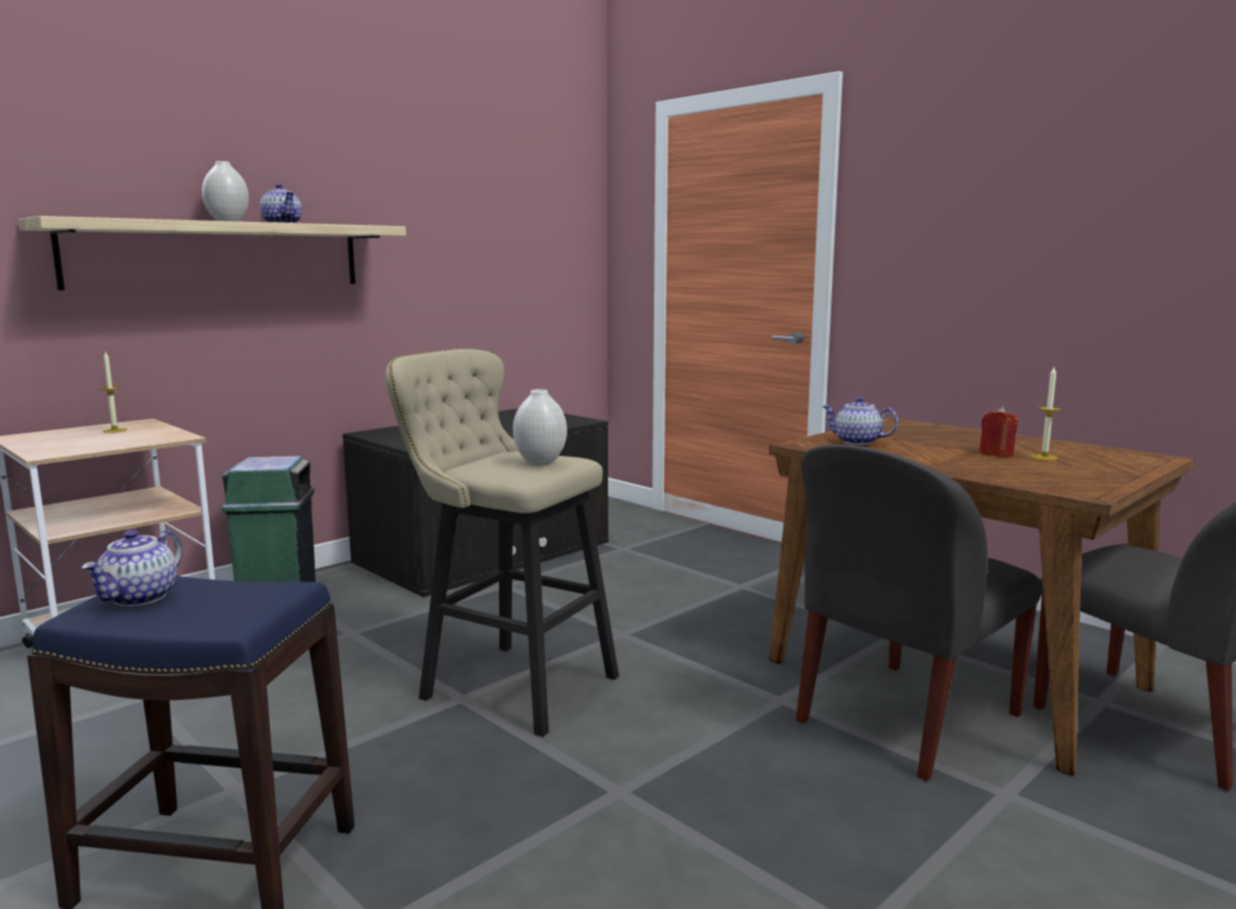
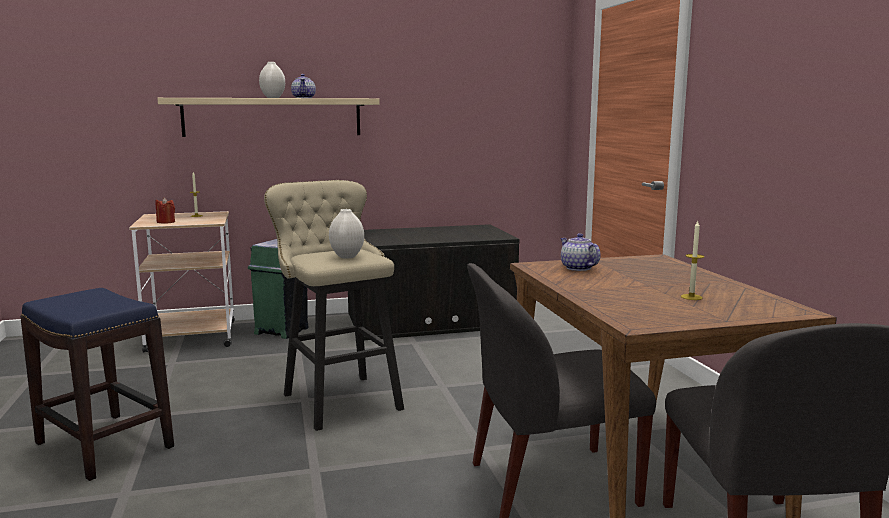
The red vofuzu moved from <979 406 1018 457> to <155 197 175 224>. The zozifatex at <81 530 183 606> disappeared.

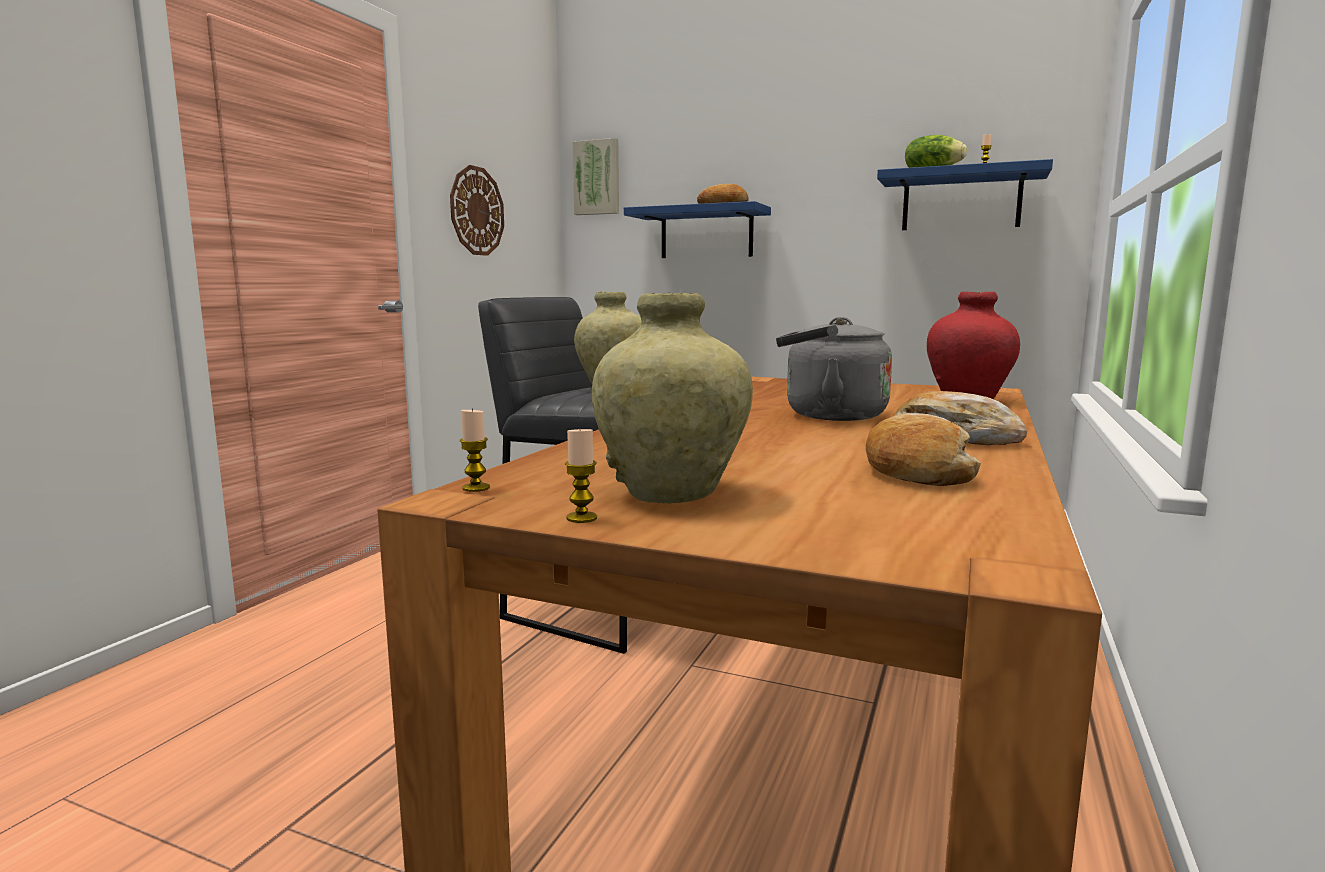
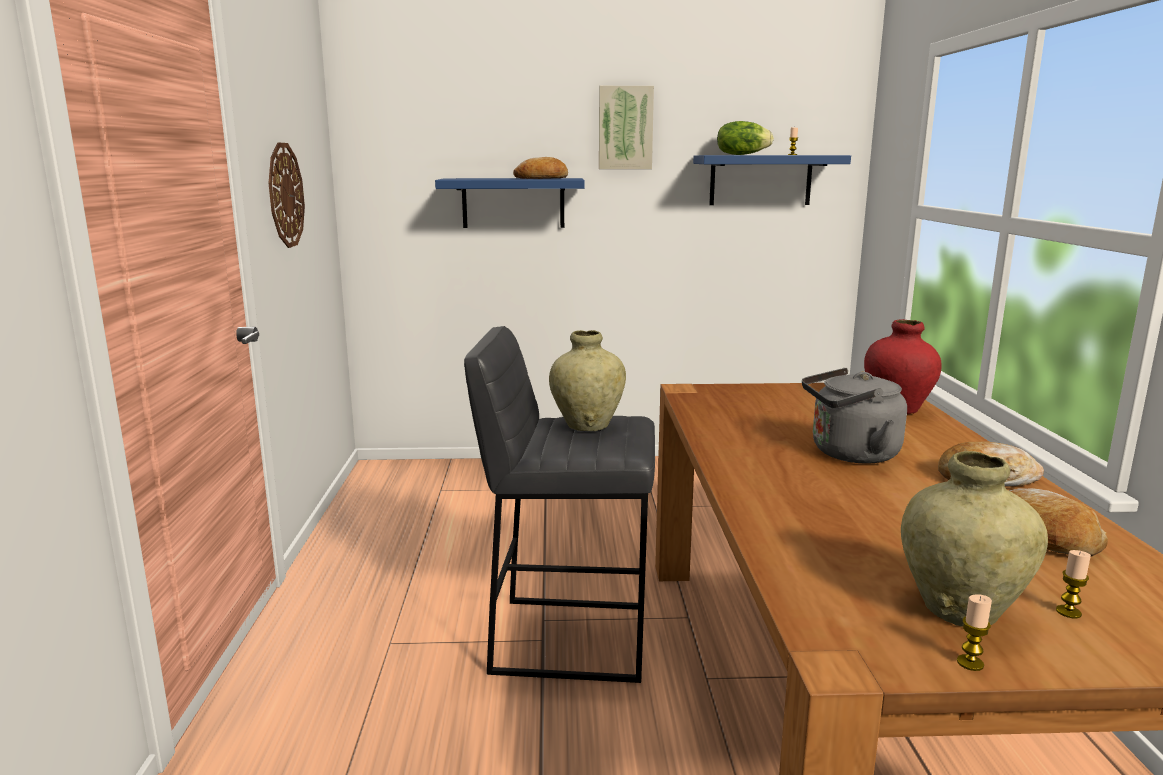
The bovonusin moved from <573 138 619 215> to <599 86 654 169>. The vofuzu moved from <460 408 490 492> to <1056 550 1091 619>.

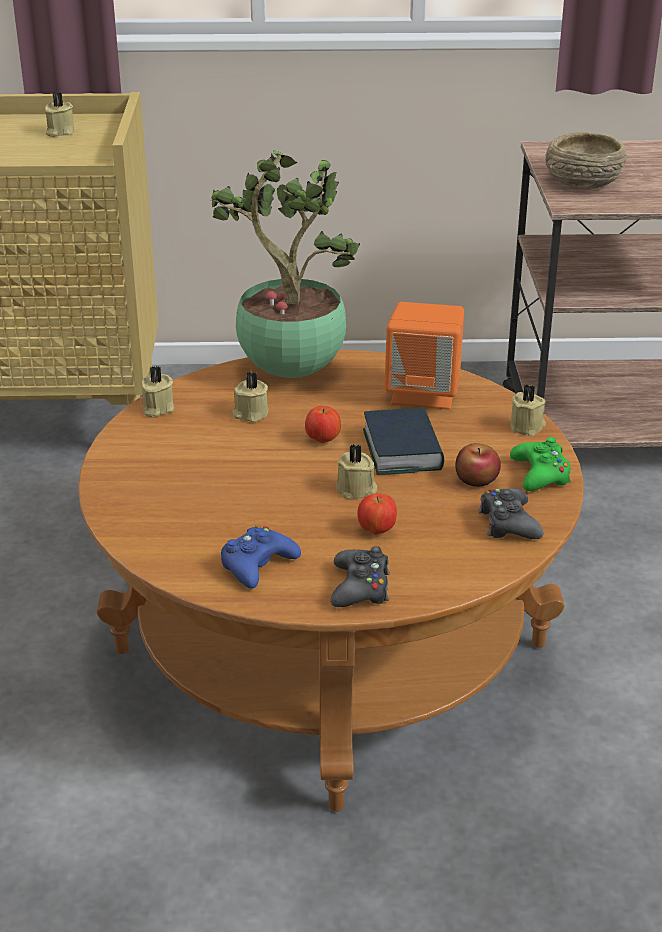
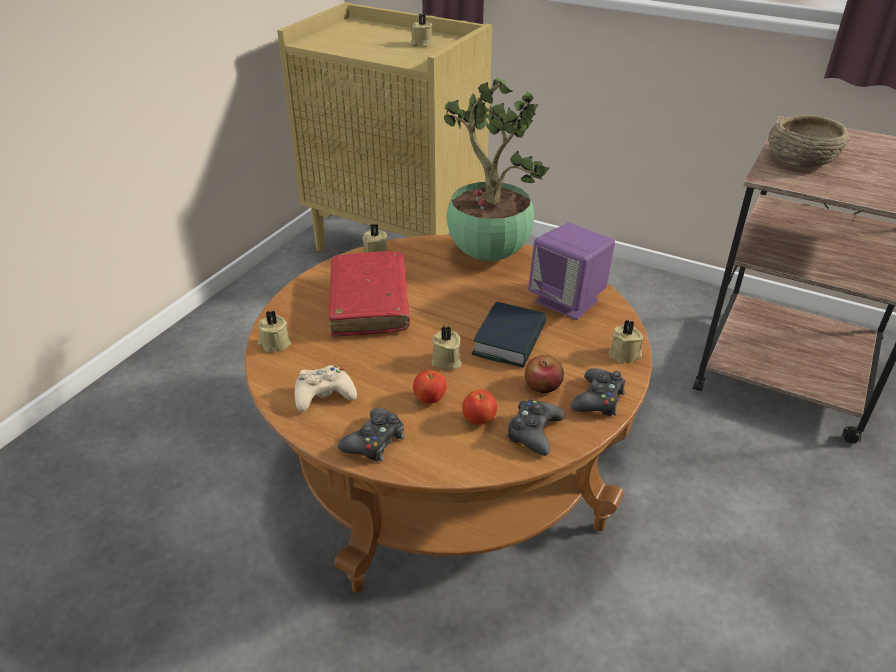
The beige vofuzu moved from <232 372 269 422> to <258 310 291 353>. The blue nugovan at <221 526 301 589> became the beige nugovan at <294 365 357 412>. The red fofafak at <329 251 410 337> appeared. The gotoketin moved from <305 406 341 443> to <462 389 497 425>. The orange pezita at <385 302 464 409> became the purple pezita at <528 223 615 320>. The green nugovan at <510 437 571 491> became the black nugovan at <571 368 625 416>.

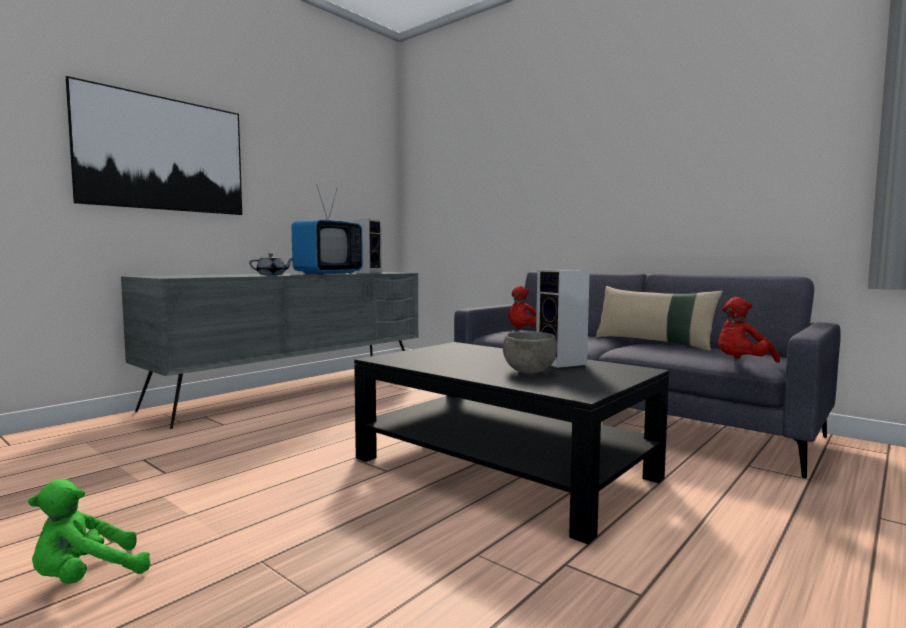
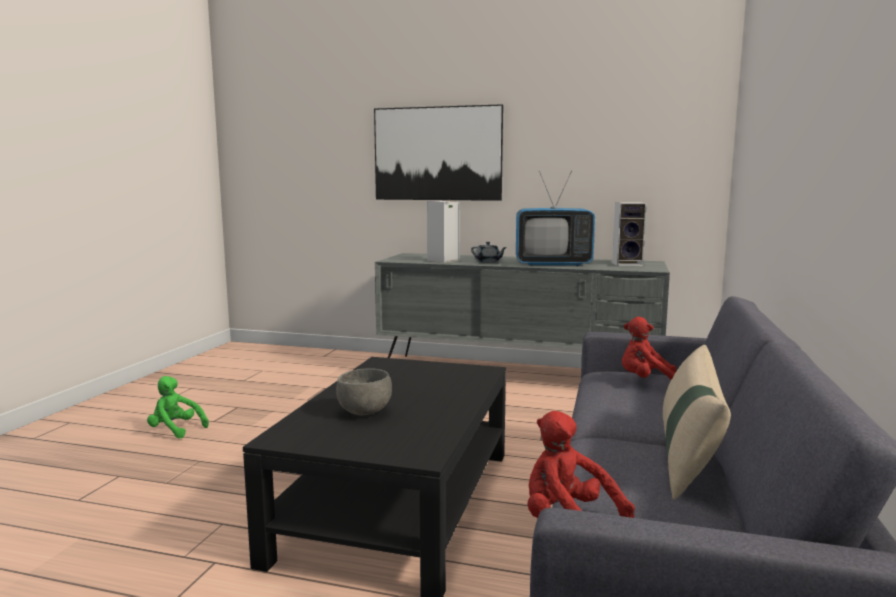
The pezita moved from <536 270 590 368> to <427 201 460 263>.

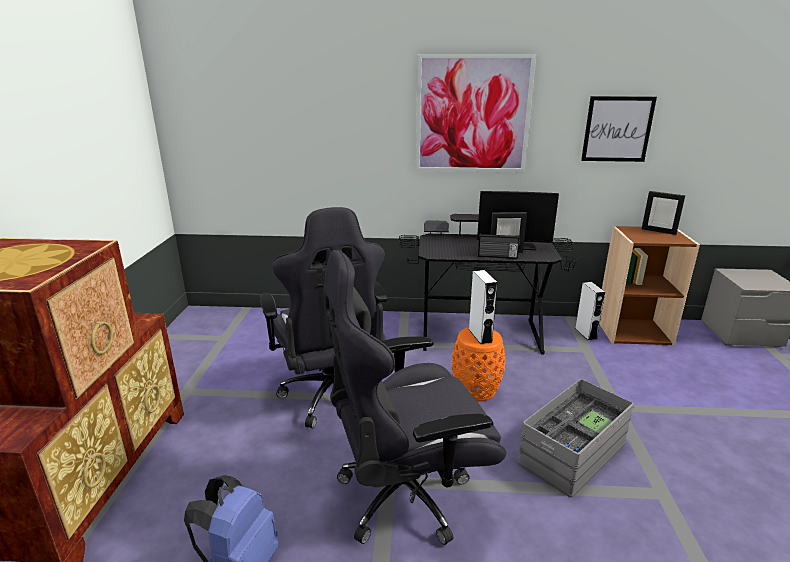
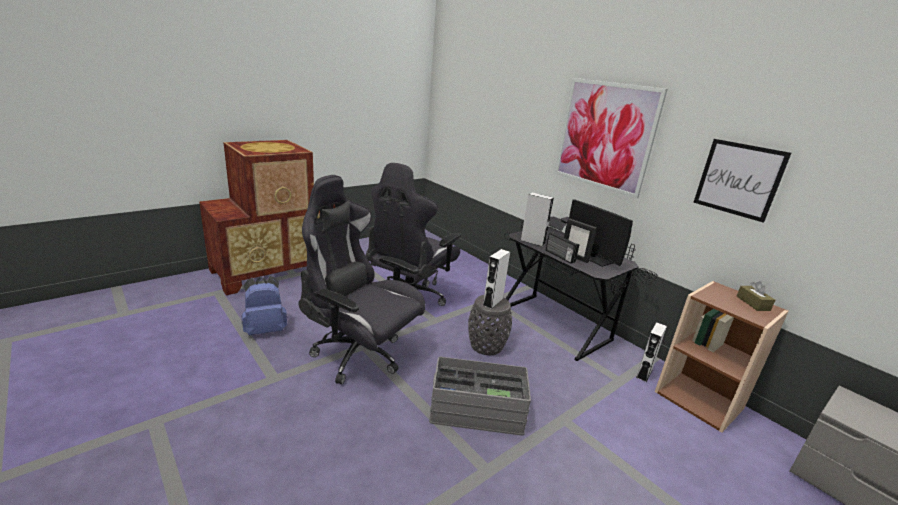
The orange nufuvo at <452 327 505 402> became the grey nufuvo at <468 295 512 355>. The grey pezita at <520 193 554 247> appeared. The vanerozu at <642 191 685 235> was replaced by the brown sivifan at <737 281 775 311>.

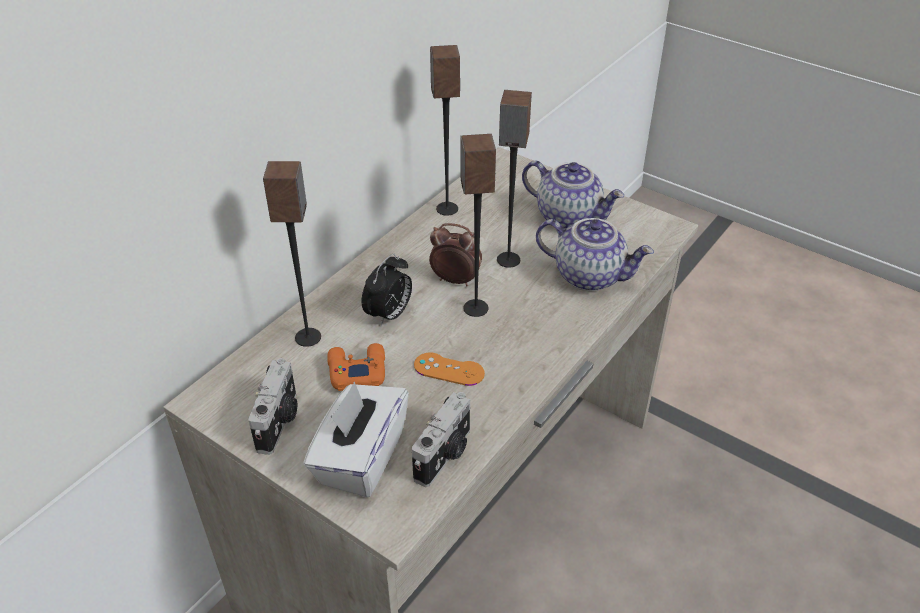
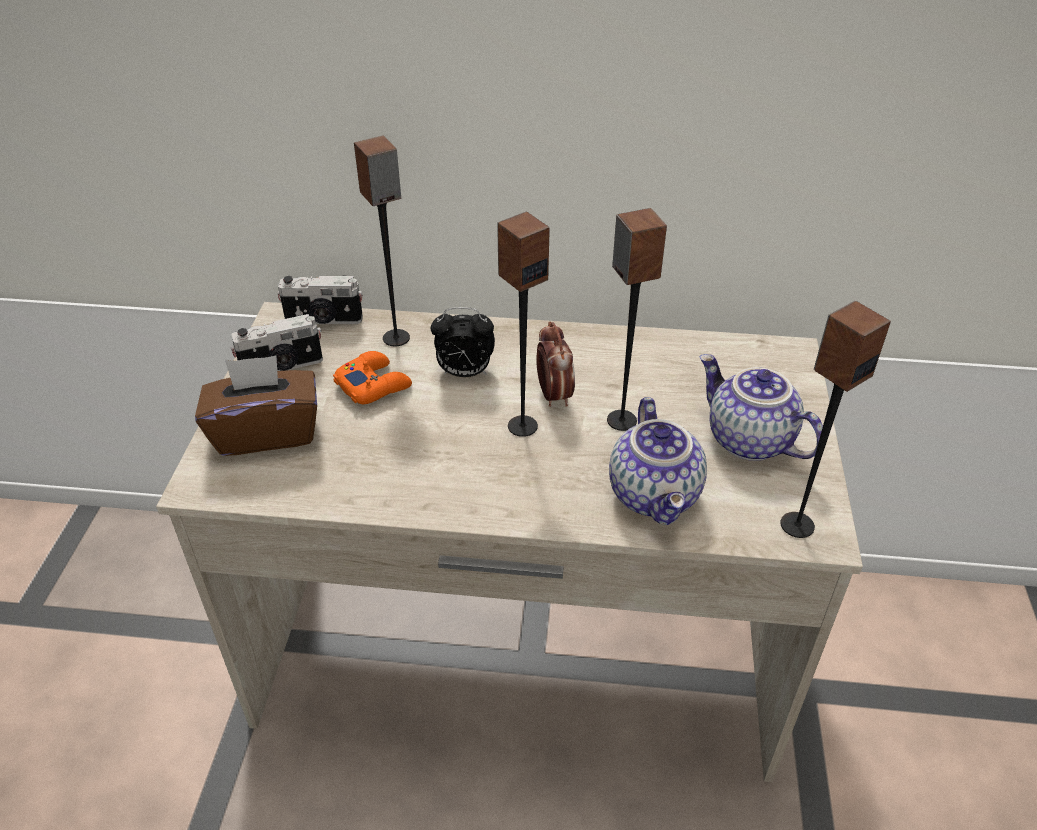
The white sivifan at <304 382 409 497> became the brown sivifan at <195 355 317 456>. The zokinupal moved from <412 392 470 487> to <277 275 363 324>. The zozifatex at <522 161 624 229> turned 135 degrees clockwise. The pezita moved from <430 45 460 216> to <780 301 891 538>. The orange nugovan at <414 352 485 386> disappeared.

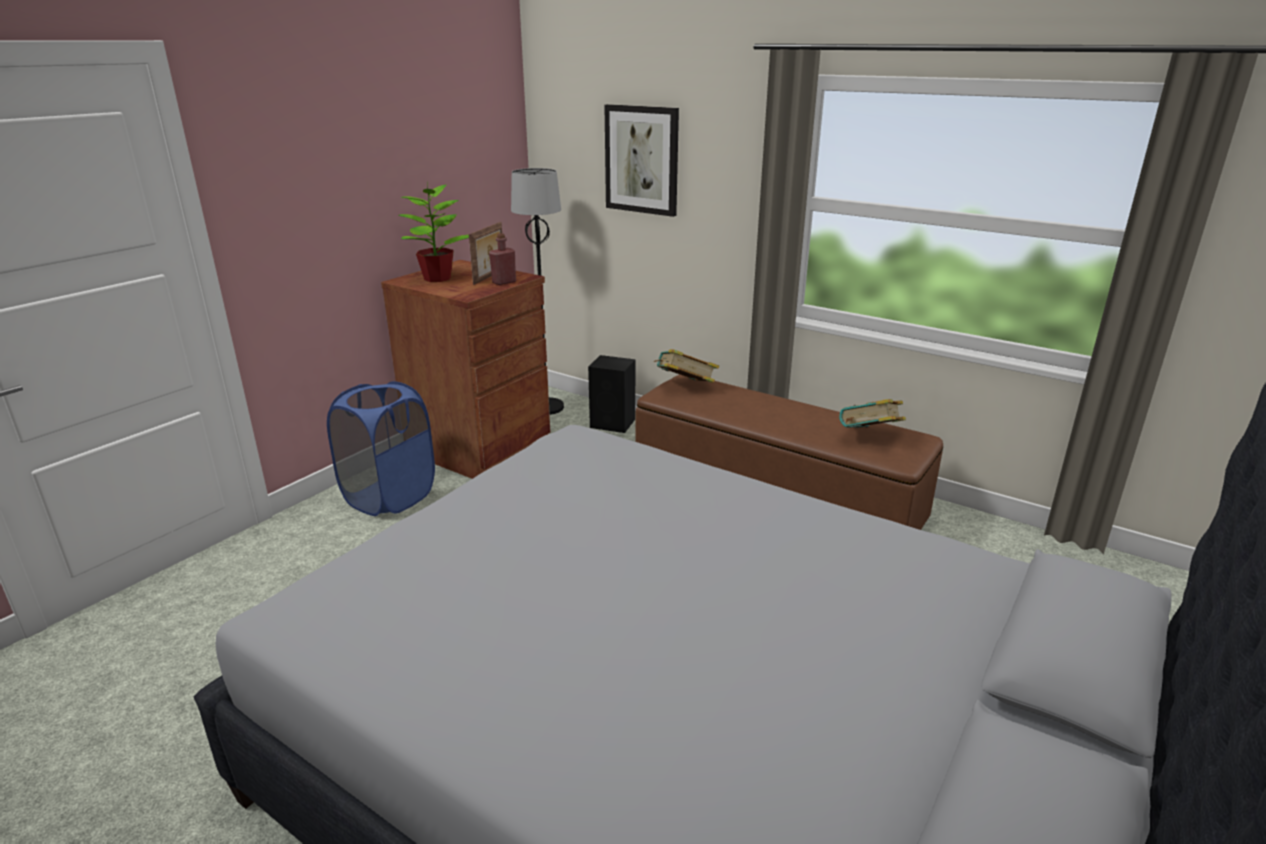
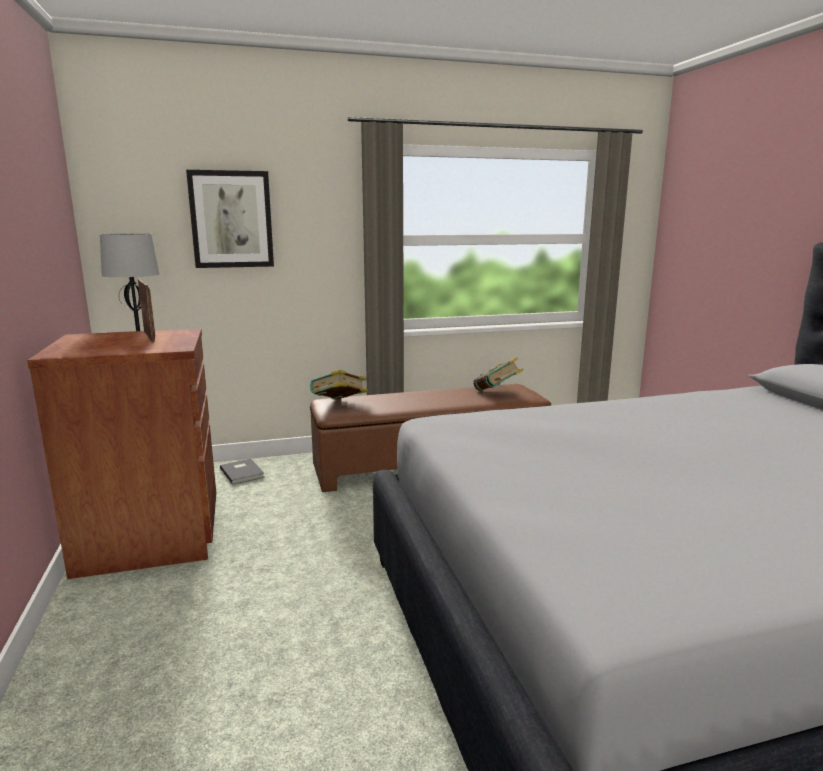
The black pezita at <588 355 635 433> was replaced by the grey fofafak at <220 459 265 485>. The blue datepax at <327 381 435 516> disappeared. The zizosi at <398 180 469 282> disappeared. The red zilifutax at <489 233 516 285> disappeared.

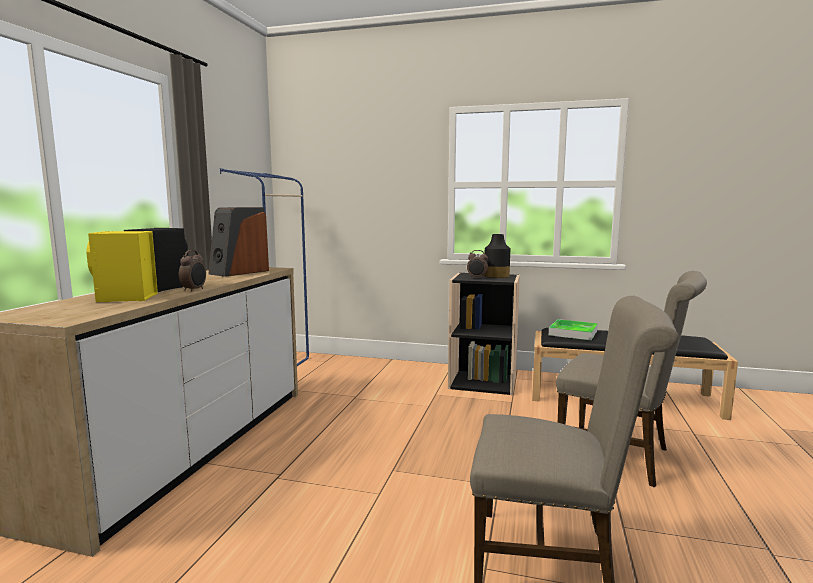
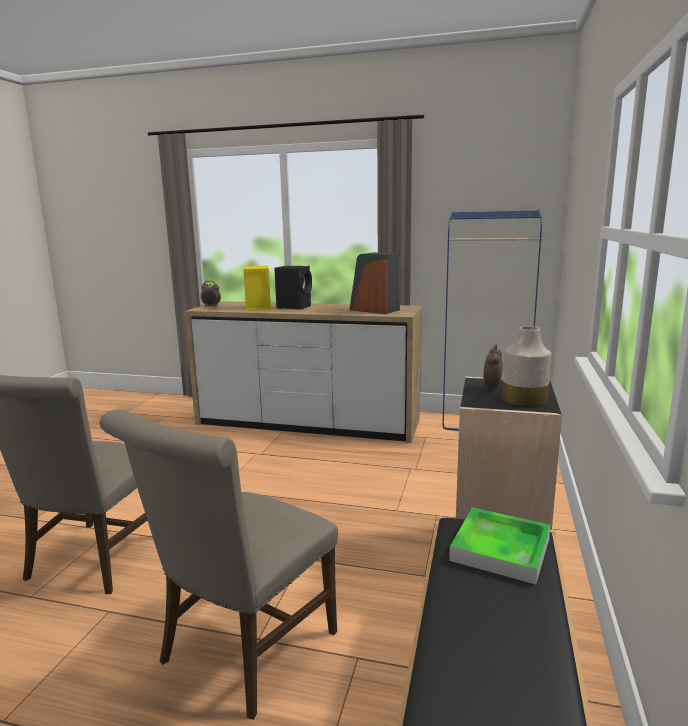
The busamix moved from <179 250 206 292> to <201 281 221 308>. The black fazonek at <484 234 510 278> became the beige fazonek at <502 326 552 407>.

